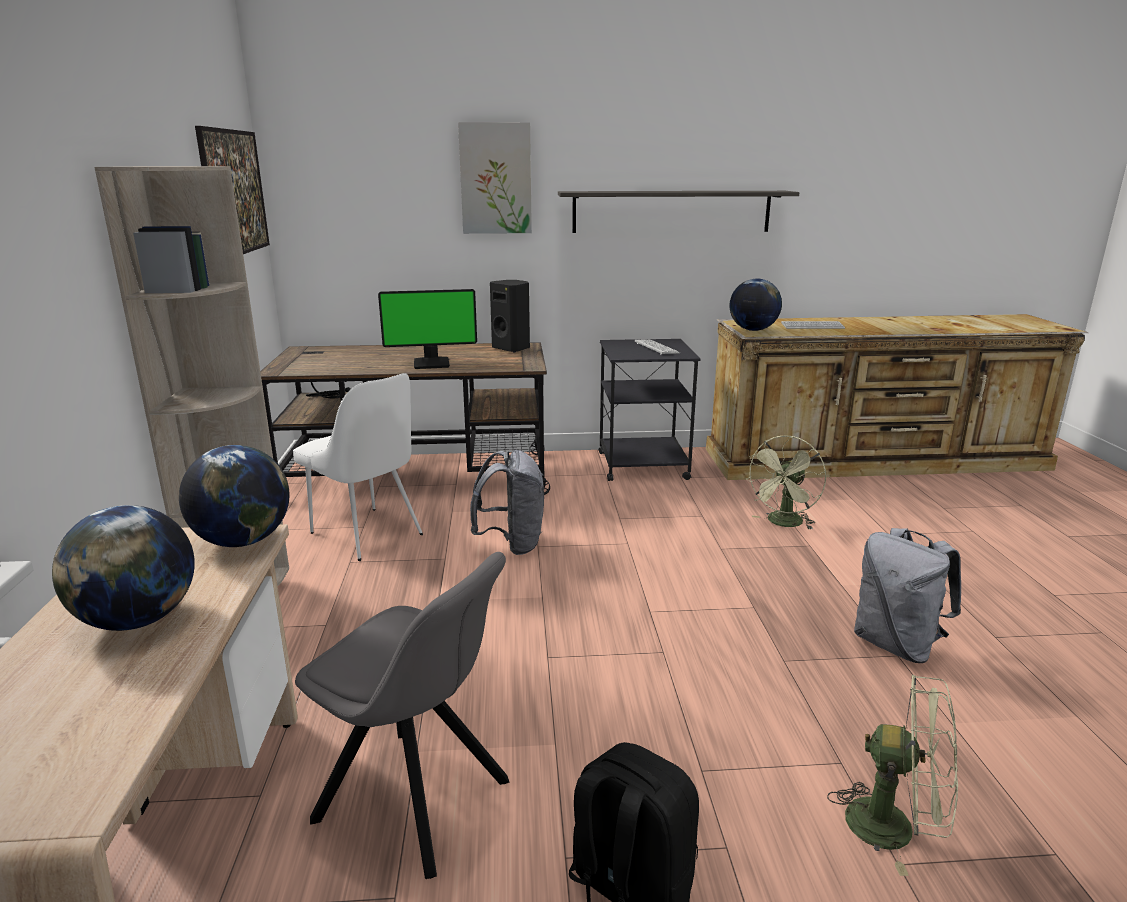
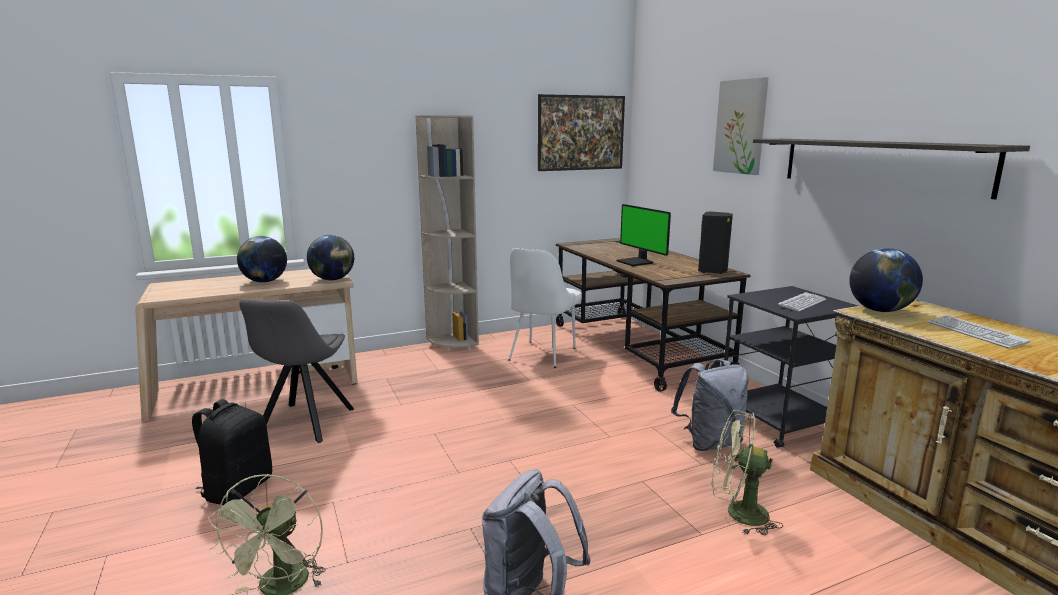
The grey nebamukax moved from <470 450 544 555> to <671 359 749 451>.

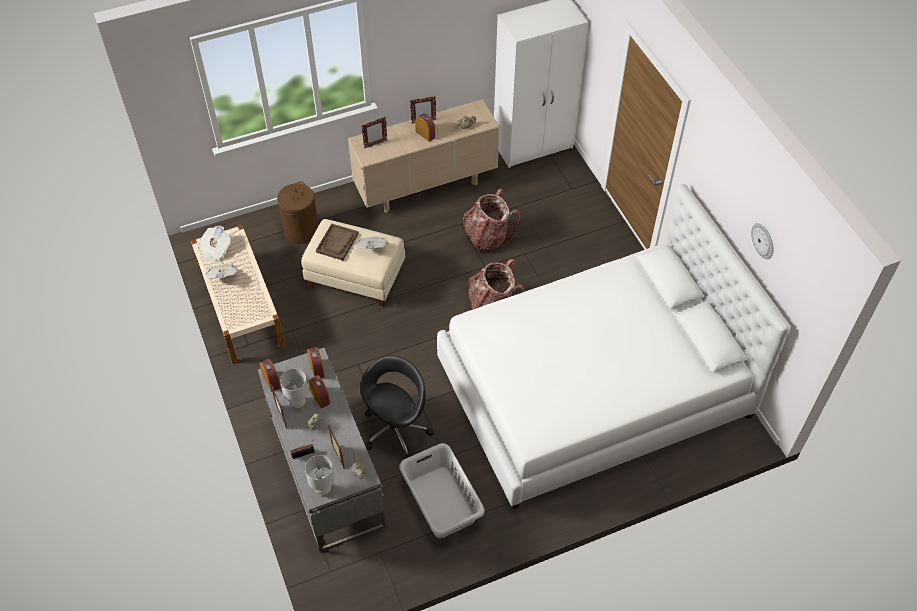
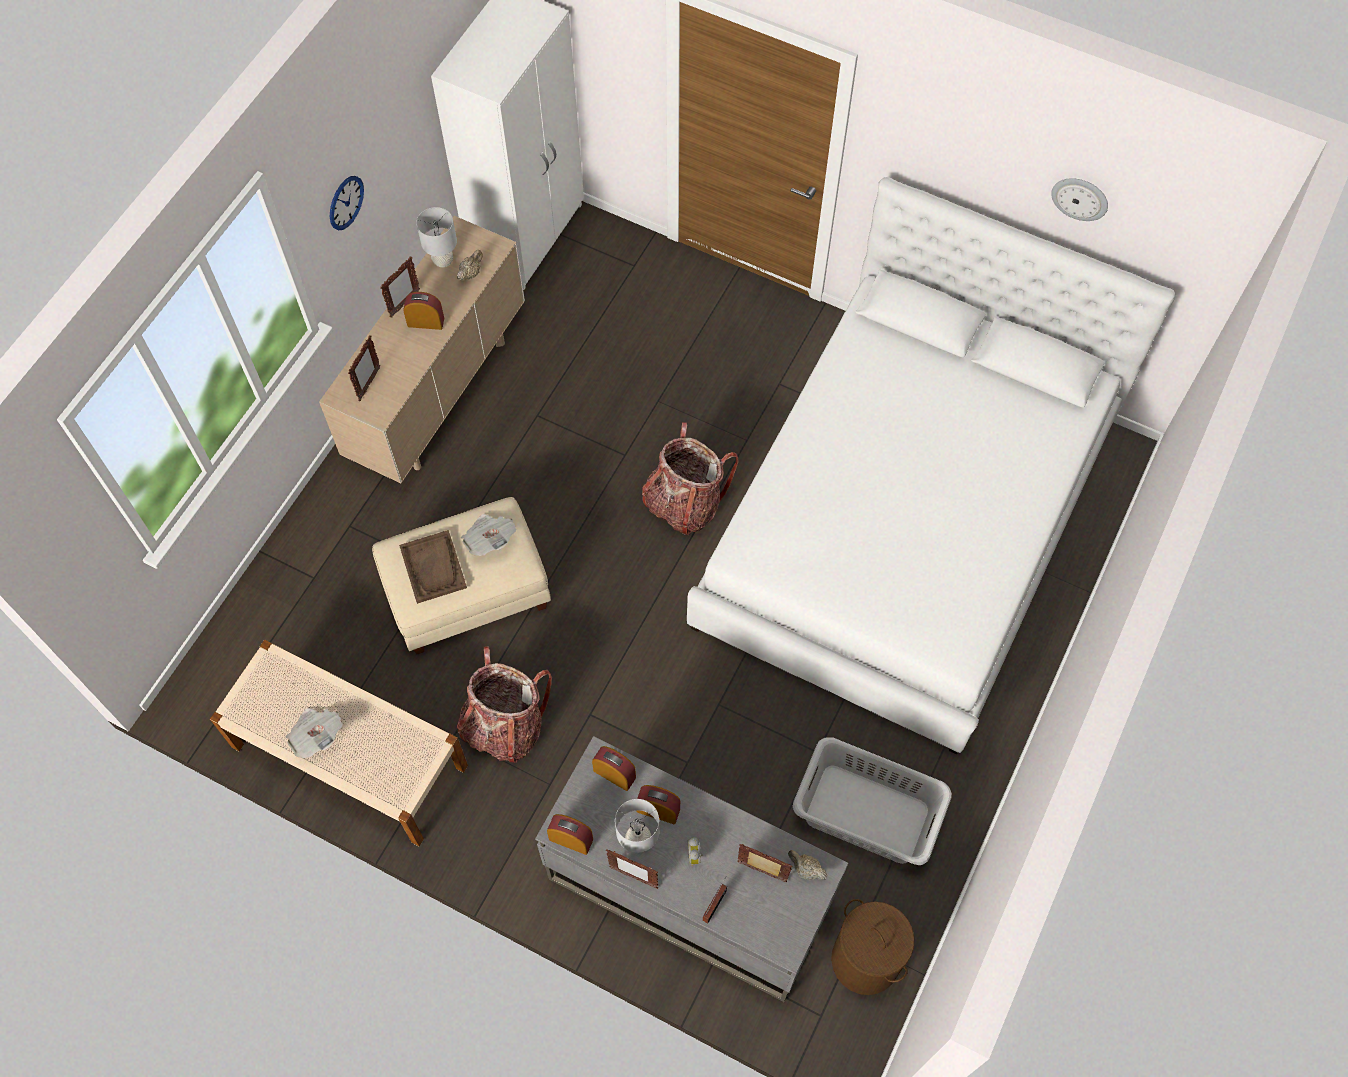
The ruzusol at <330 176 364 230> appeared. The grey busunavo moved from <305 455 334 495> to <416 207 457 267>. The nebamukax moved from <463 188 520 252> to <457 646 552 763>. The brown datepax moved from <277 182 319 244> to <831 899 914 995>. The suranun at <199 226 231 262> disappeared. The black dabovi at <361 355 433 459> disappeared.

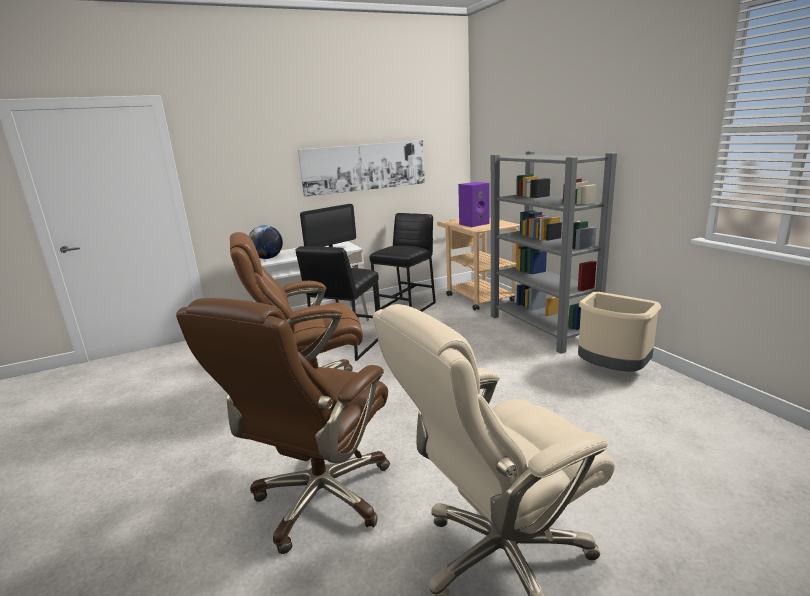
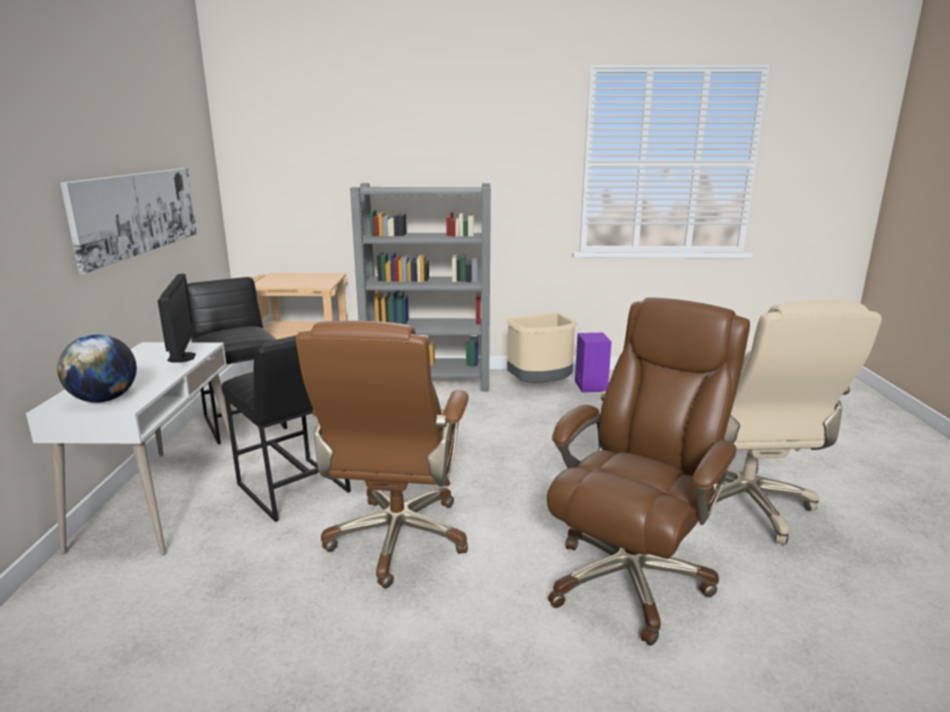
The brown dabovi at <176 298 390 554> turned 105 degrees counterclockwise. The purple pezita moved from <458 182 490 227> to <575 332 612 393>.

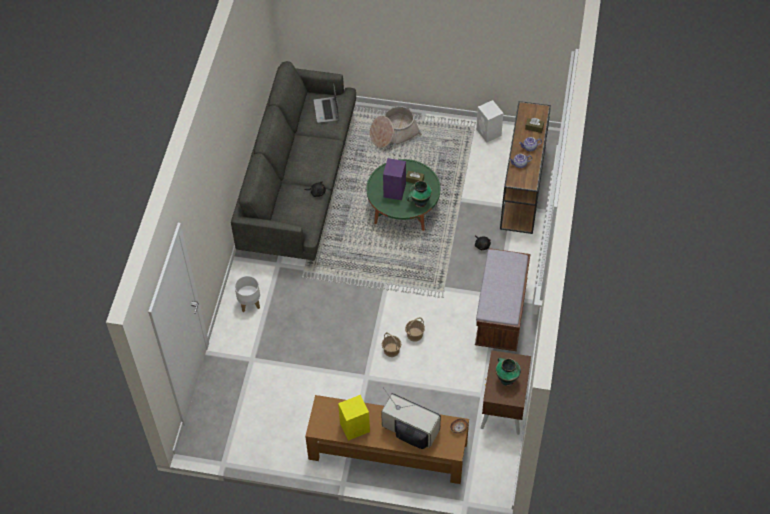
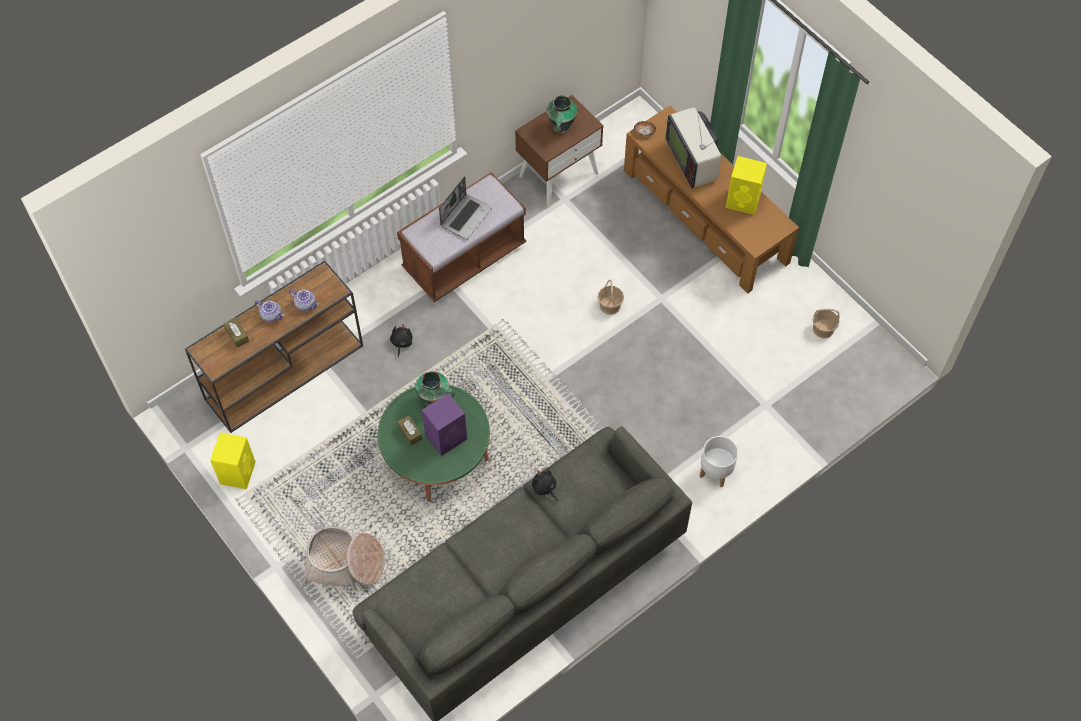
The white pezita at <476 100 503 143> became the yellow pezita at <210 433 256 489>. The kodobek moved from <314 86 339 123> to <439 176 492 240>. The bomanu moved from <405 317 425 342> to <813 309 840 338>.

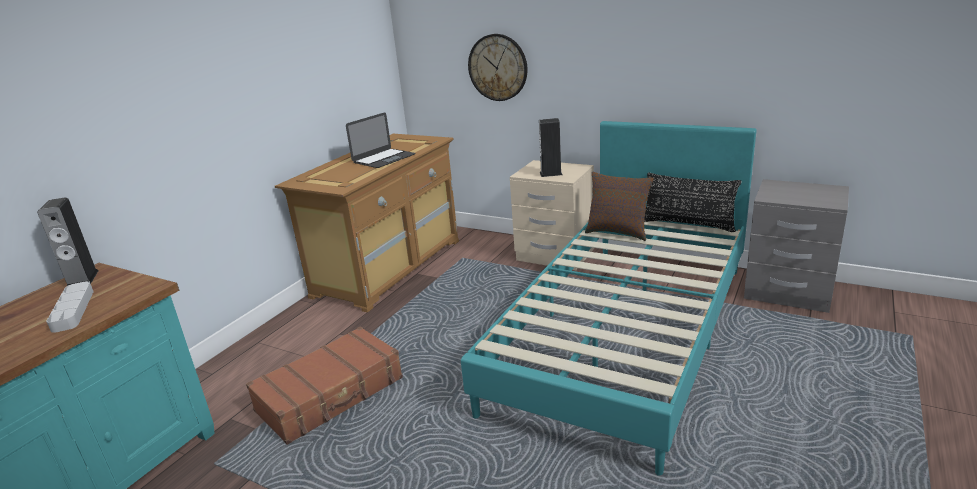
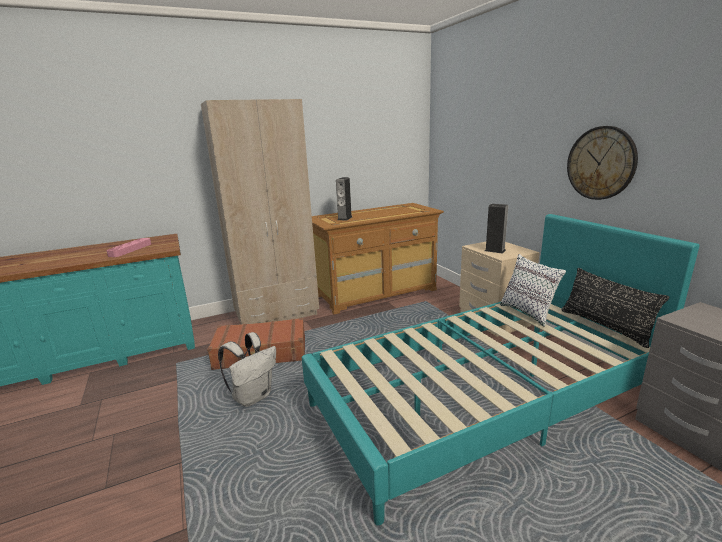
The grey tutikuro at <46 281 94 333> became the pink tutikuro at <106 238 151 257>. The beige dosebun at <201 99 319 324> appeared. The white nebamukax at <218 332 276 407> appeared. The pezita moved from <37 198 99 286> to <336 177 352 221>. The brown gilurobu at <585 172 654 241> became the white gilurobu at <500 254 566 327>. The ruzusol moved from <468 34 528 101> to <567 126 638 200>. The kodobek at <346 112 415 168> disappeared.

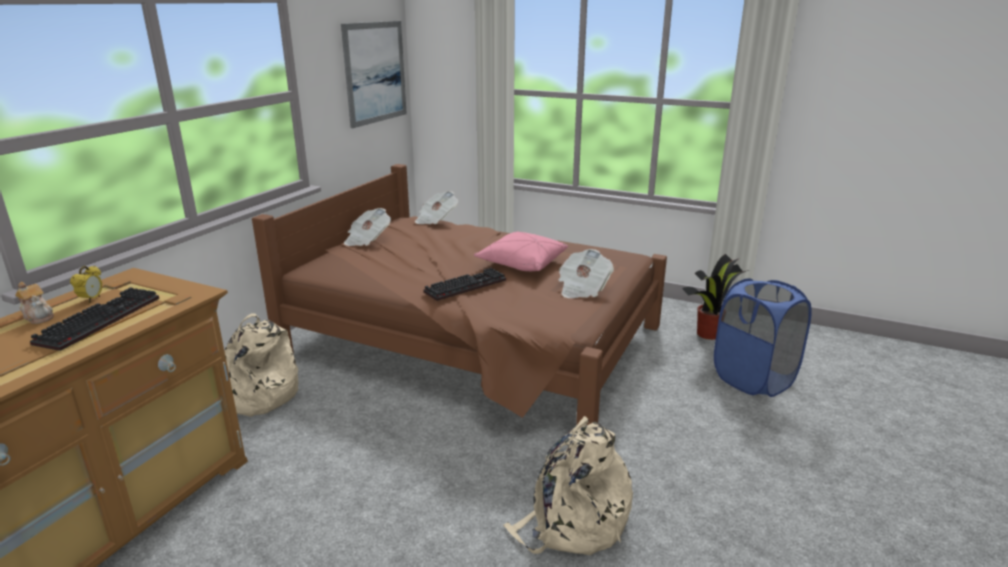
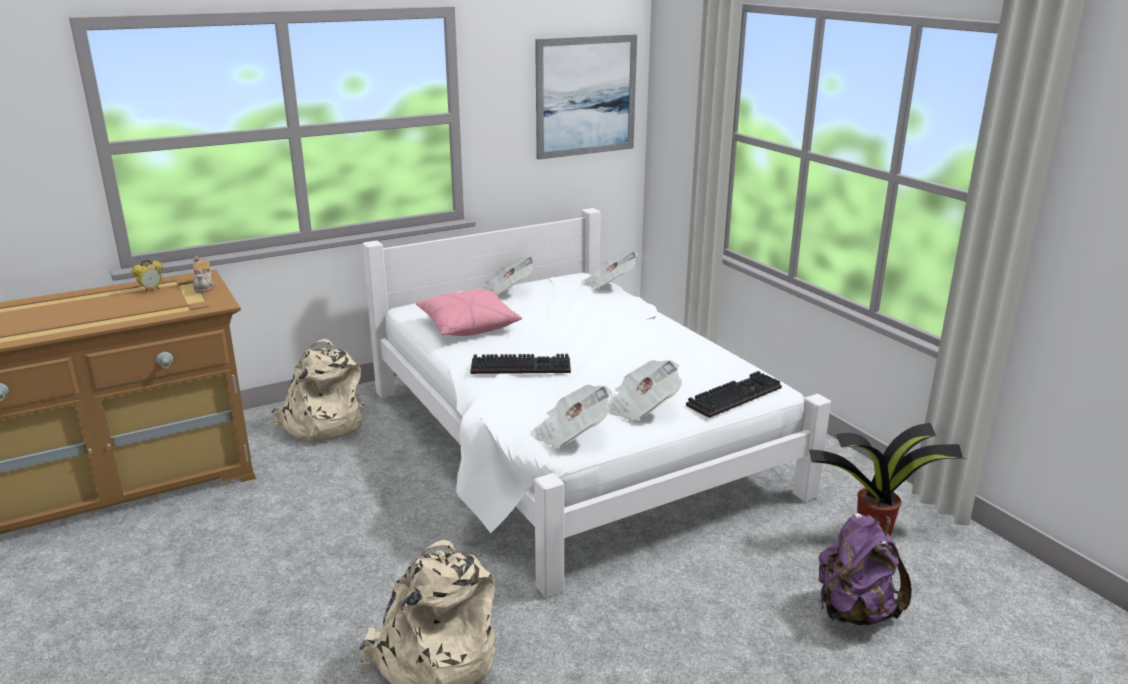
The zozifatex moved from <15 282 54 324> to <193 256 216 293>. The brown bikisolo at <252 164 667 429> became the white bikisolo at <362 208 831 598>. The pink gilurobu moved from <474 232 568 271> to <416 289 522 336>. The suranun at <531 385 612 448> appeared. The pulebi moved from <30 287 159 351> to <686 371 782 418>. The blue datepax at <714 278 812 397> was replaced by the purple nebamukax at <819 513 912 625>.

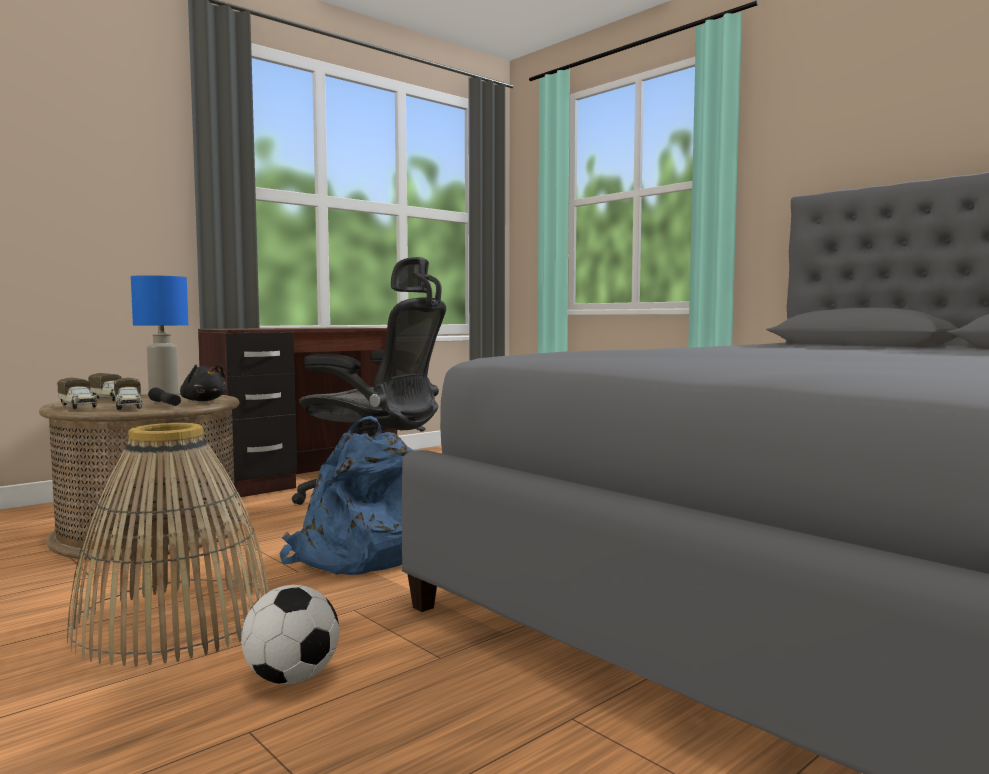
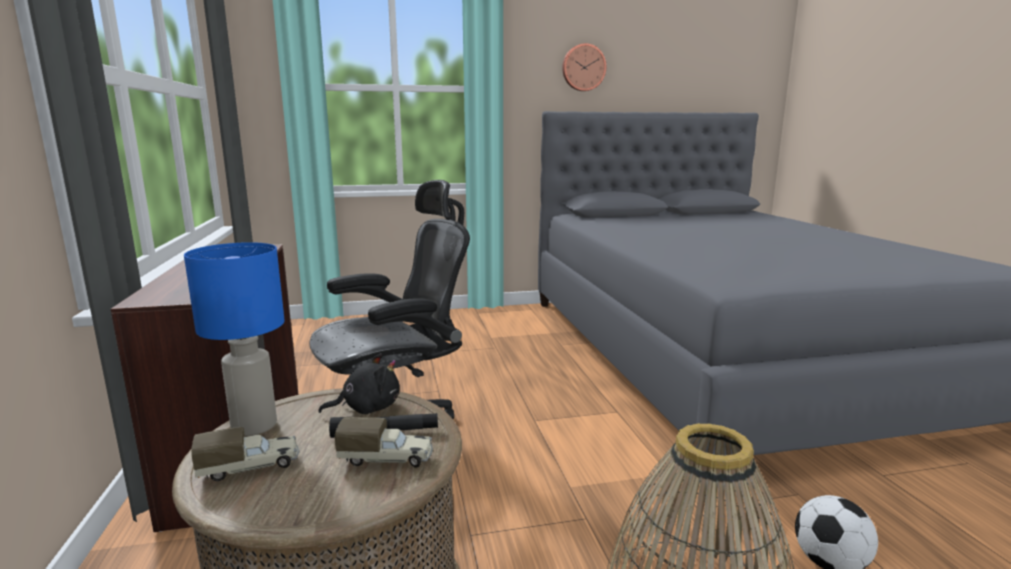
The ruzusol at <562 43 606 91> appeared. The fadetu at <57 378 99 409> disappeared. The blue nebamukax at <280 416 414 575> disappeared.

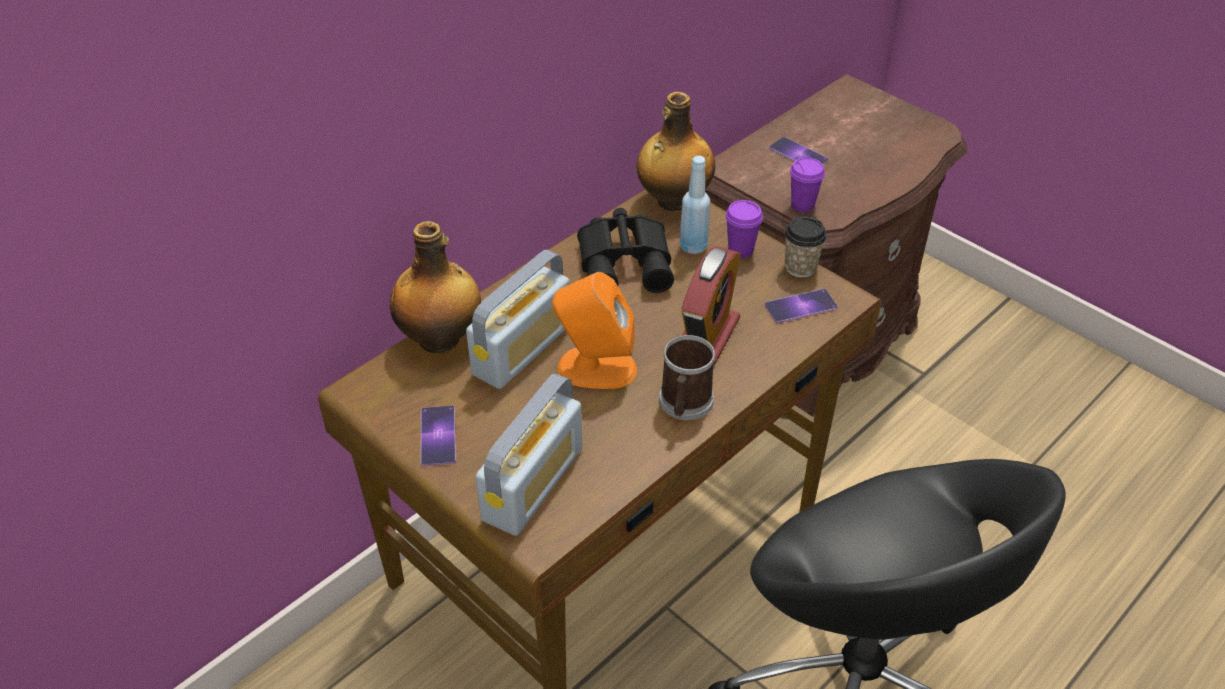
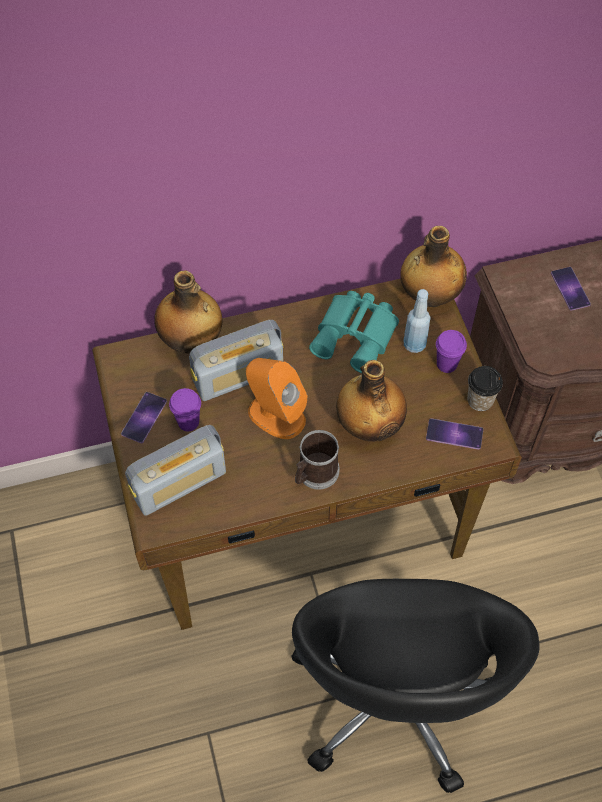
The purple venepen moved from <790 158 825 212> to <169 388 201 431>. The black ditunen at <577 208 674 293> became the turquoise ditunen at <309 291 399 373>. The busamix at <681 246 741 365> was replaced by the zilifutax at <336 360 407 442>.

